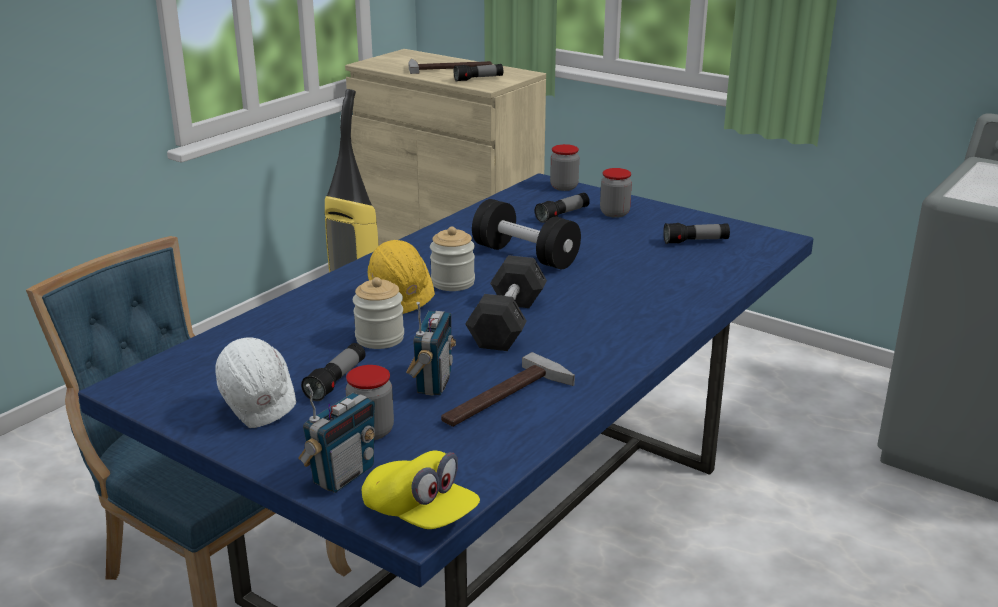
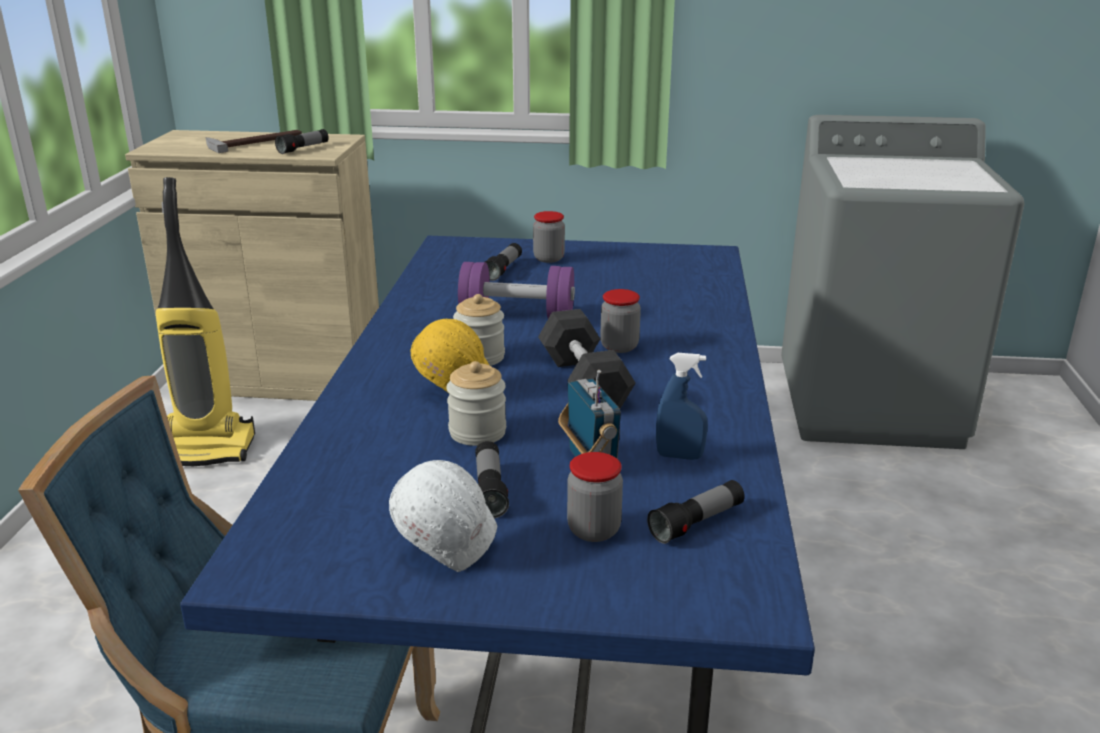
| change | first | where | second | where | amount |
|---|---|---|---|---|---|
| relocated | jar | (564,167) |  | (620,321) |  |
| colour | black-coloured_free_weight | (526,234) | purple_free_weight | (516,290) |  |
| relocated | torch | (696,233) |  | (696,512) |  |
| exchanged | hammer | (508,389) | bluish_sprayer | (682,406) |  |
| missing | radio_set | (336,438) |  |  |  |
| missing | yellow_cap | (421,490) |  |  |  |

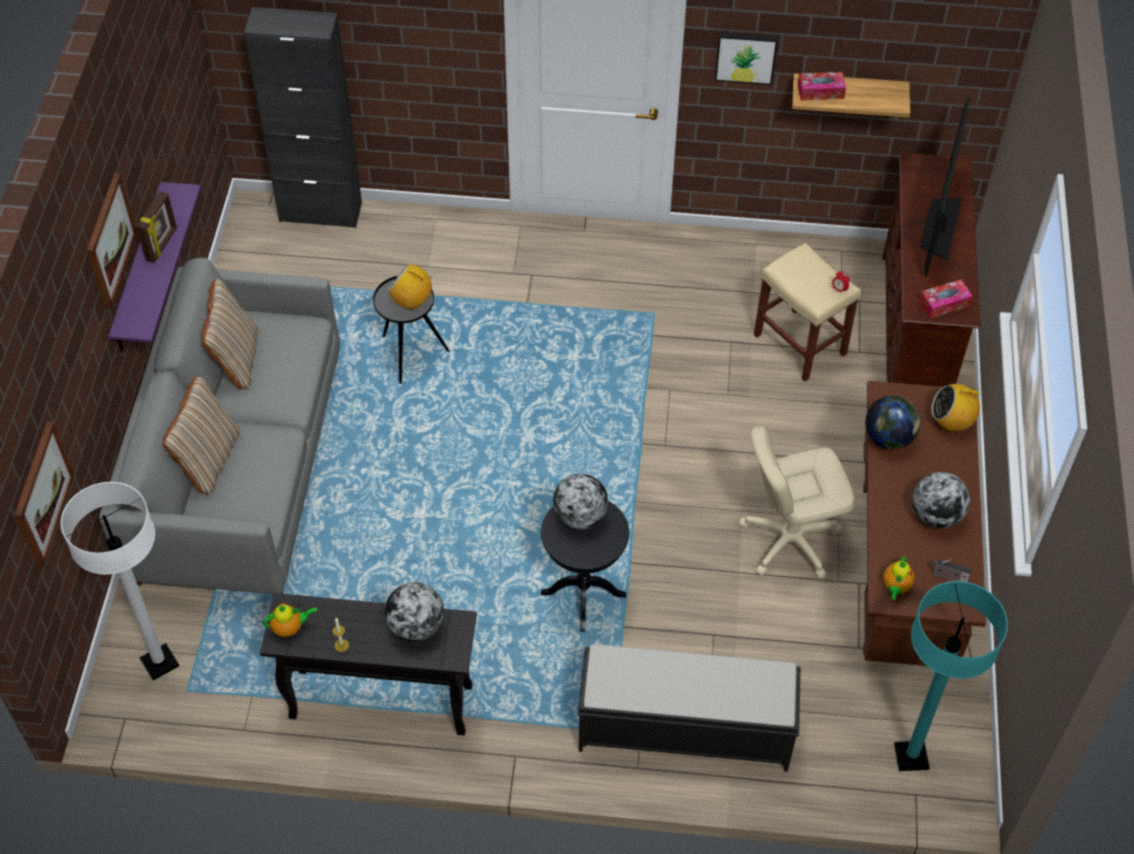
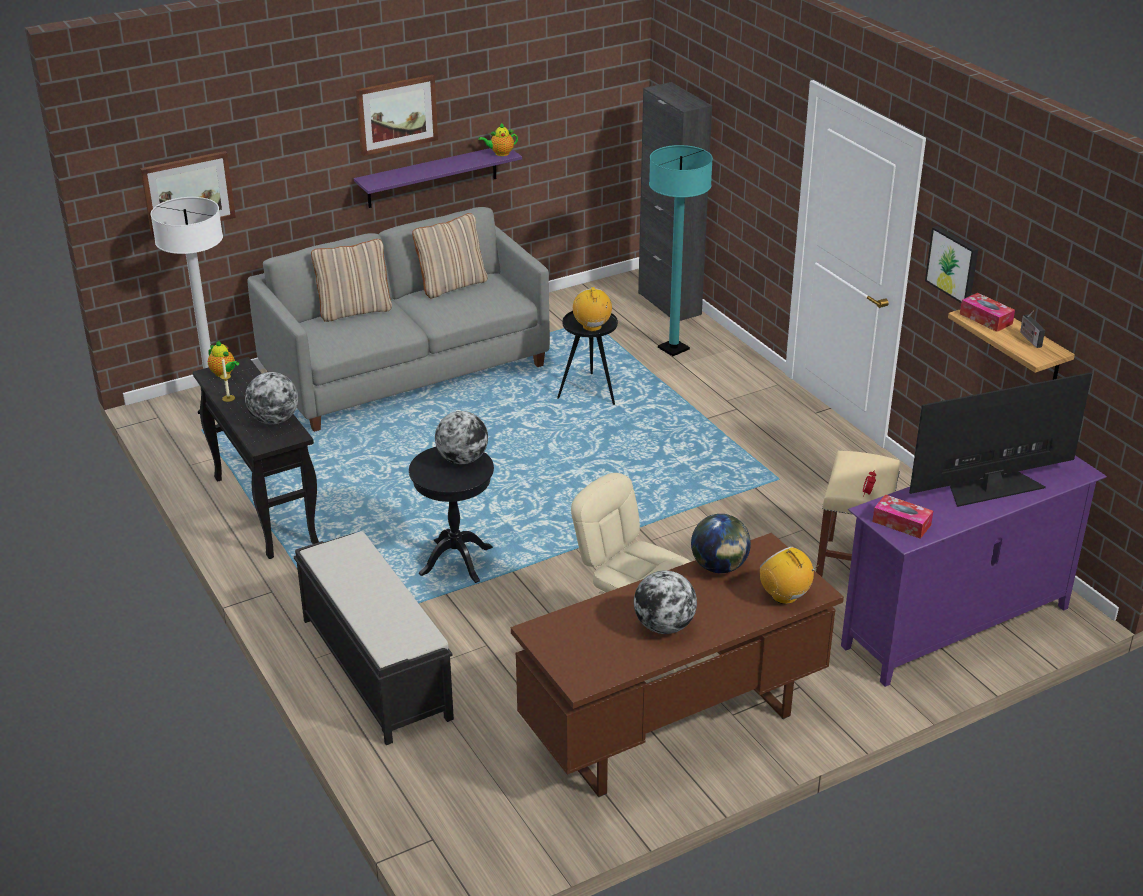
| change | first | where | second | where | amount |
|---|---|---|---|---|---|
| colour | brown-coloured_tv_unit | (931,269) | purple_tv_unit | (974,571) |  |
| missing | picture_frame | (156,227) |  |  |  |
| relocated | tea_pot | (899,578) |  | (498,139) |  |
| relocated | radio_set | (952,570) |  | (1032,329) |  |
| relocated | blue-green_standard_lamp | (951,676) |  | (681,250) |  |

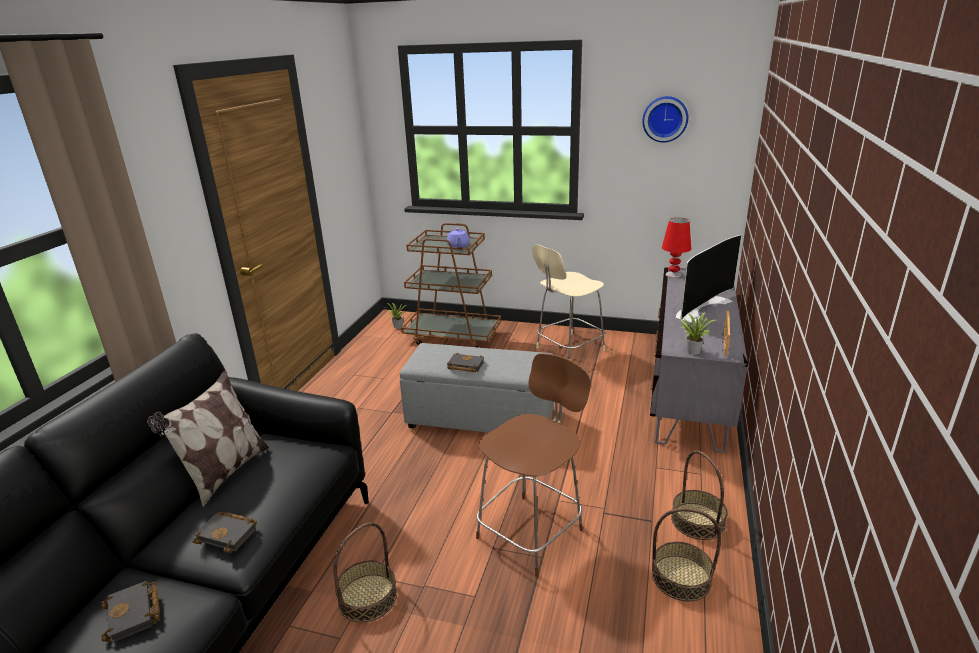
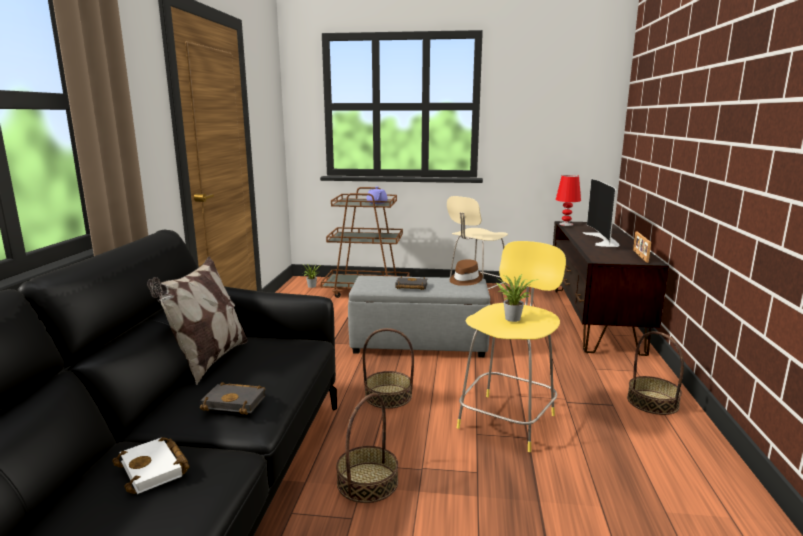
| change | first | where | second | where | amount |
|---|---|---|---|---|---|
| missing | hanging_clock | (665,119) |  |  |  |
| spun | TV_set | (709,279) |  | (601,213) | 150 degrees clockwise |
| colour | grey_tv_unit | (699,360) | brown-coloured_tv_unit | (611,288) |  |
| relocated | potted_plant | (698,333) |  | (516,298) |  |
| colour | brown-coloured_stool | (533,465) | yellow_stool | (511,346) |  |
| relocated | household_basket | (686,554) |  | (388,368) |  |
| colour | black-coloured_book | (130,612) | white_book | (151,465) |  |
| appeared |  |  | brown-coloured_clothing_hat | (466,272) |  |

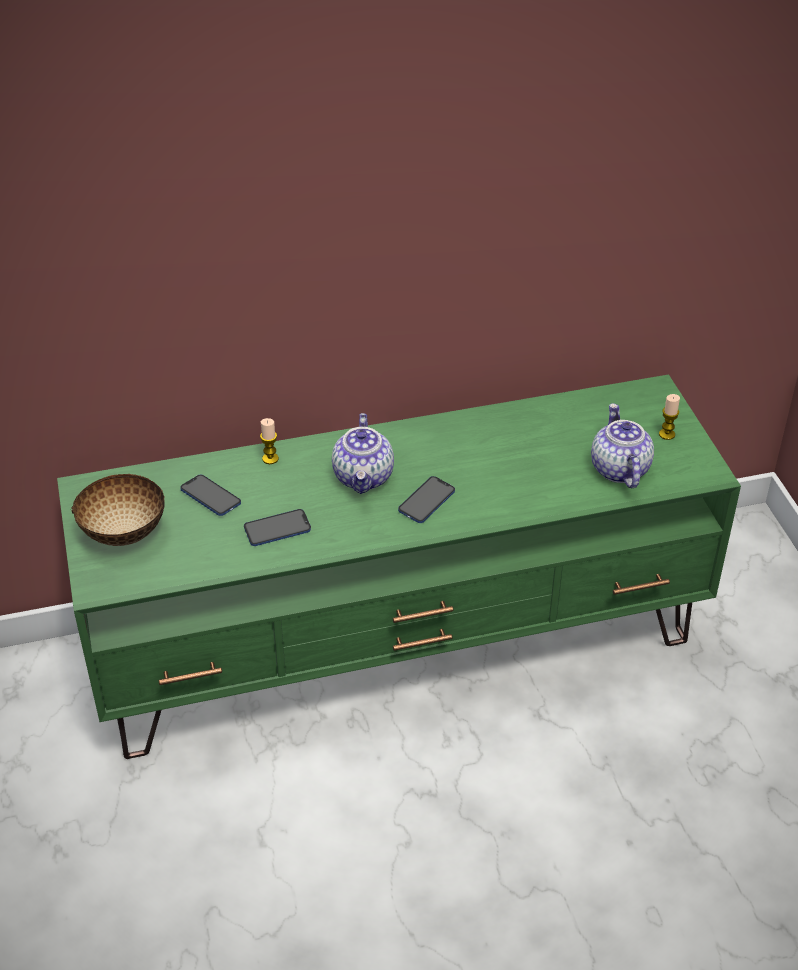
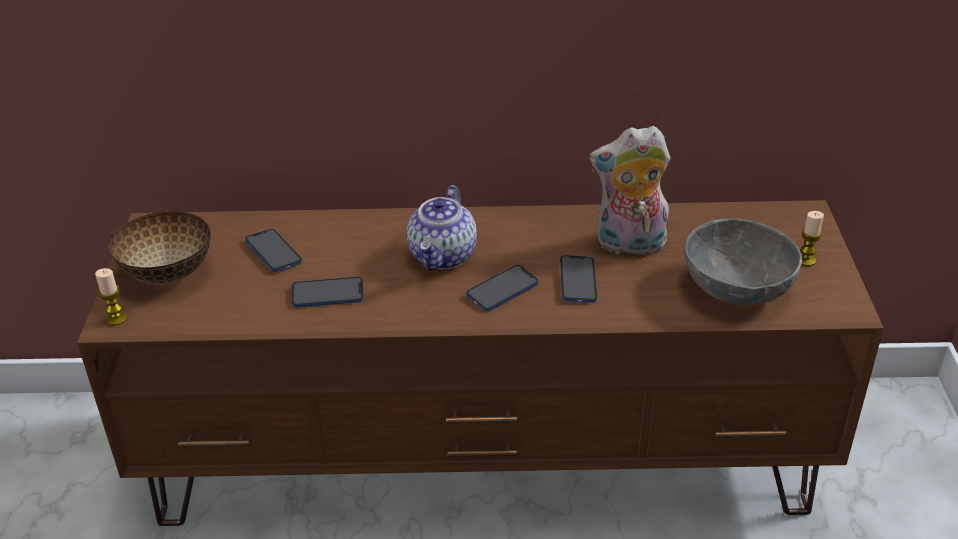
| change | first | where | second | where | amount |
|---|---|---|---|---|---|
| colour | greenish_tv_unit | (399,566) | brown-coloured_tv_unit | (480,363) |  |
| exchanged | tea_pot | (622,446) | grey_bowl | (743,262) |  |
| relocated | candle | (269,441) |  | (111,296) |  |
| appeared |  |  | plush_toy | (630,190) |  |
| appeared |  |  | phone | (578,279) |  |

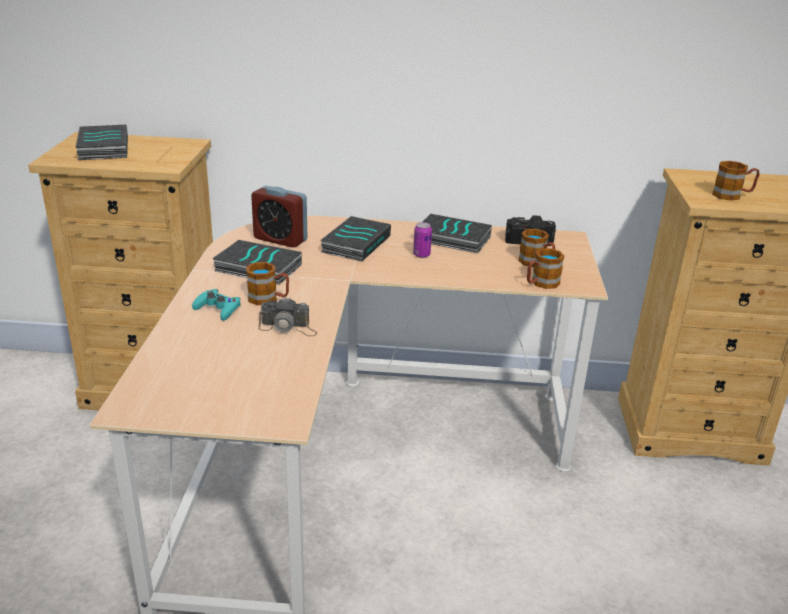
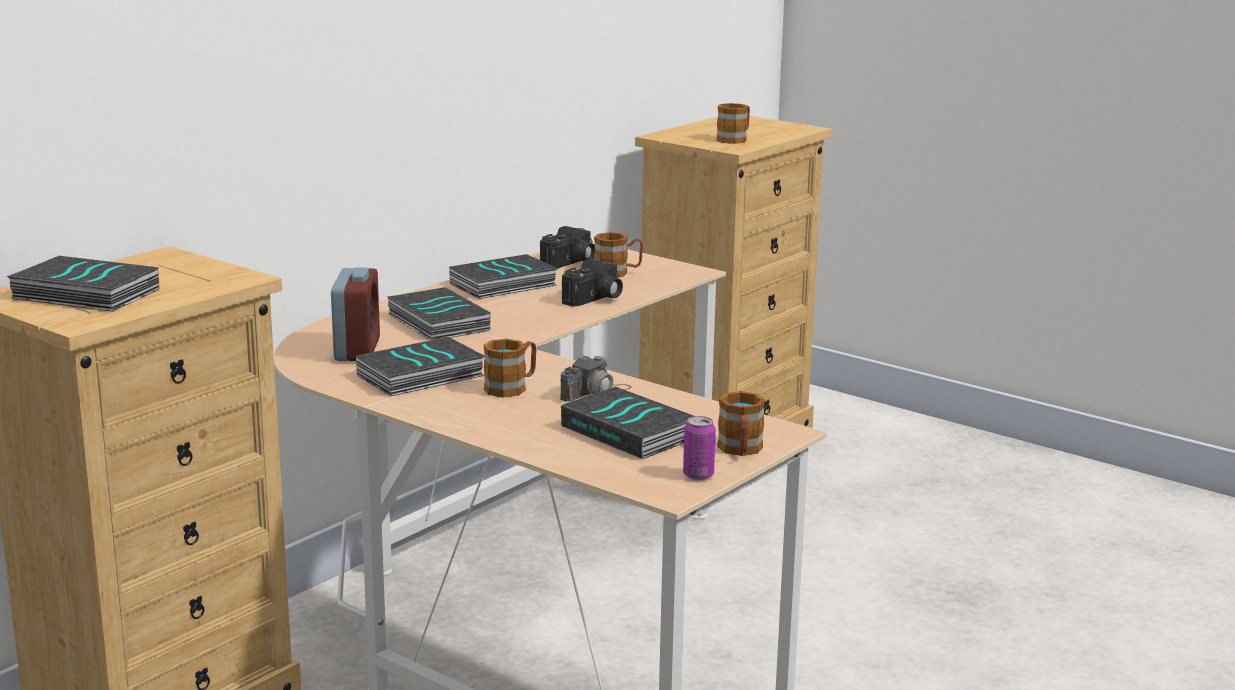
| change | first | where | second | where | amount |
|---|---|---|---|---|---|
| spun | bedside_clock | (279,217) |  | (355,314) | 60 degrees counterclockwise |
| relocated | metal_can | (422,240) |  | (699,448) |  |
| relocated | mug | (545,268) |  | (741,423) |  |
| missing | blue-green_joypad | (216,305) |  |  |  |
| appeared |  |  | still_camera | (592,283) |  |
| appeared |  |  | book | (627,423) |  |

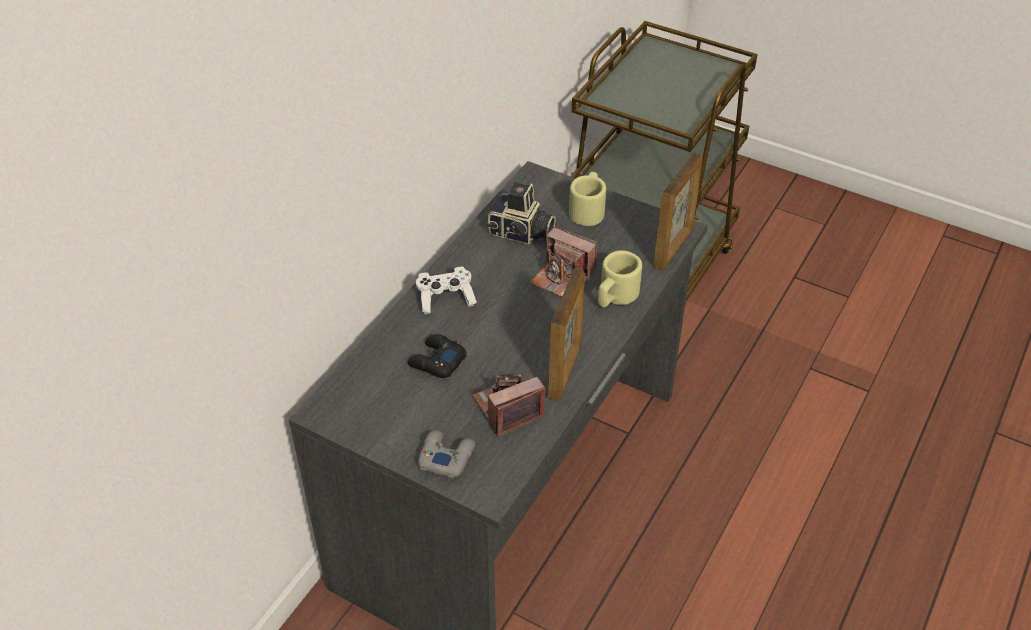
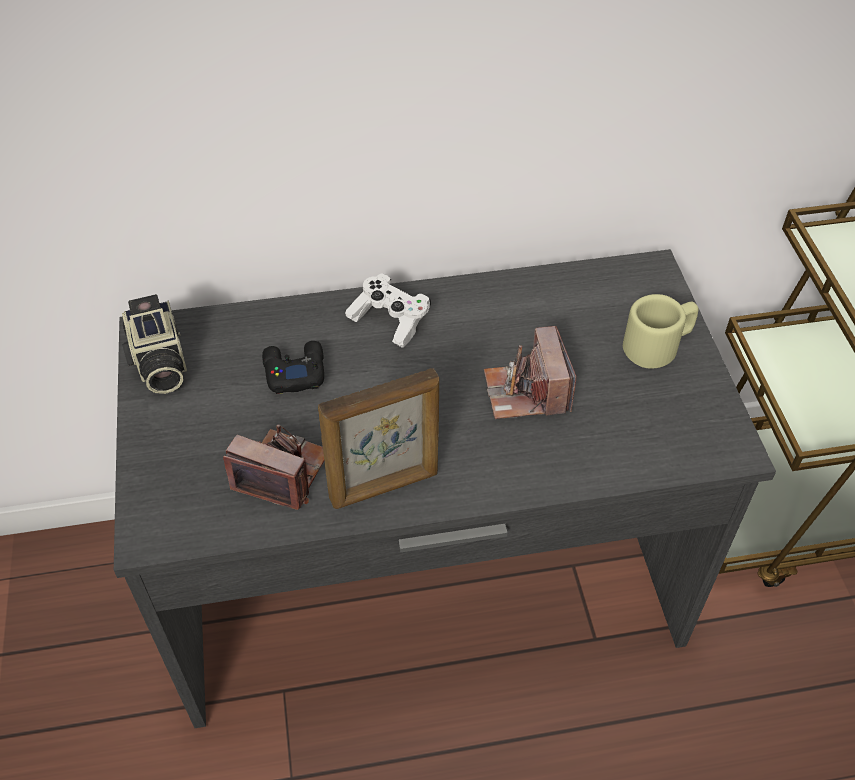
| change | first | where | second | where | amount |
|---|---|---|---|---|---|
| missing | picture_frame | (678,211) |  |  |  |
| relocated | still_camera | (521,213) |  | (154,344) |  |
| missing | beige-coloured_mug | (620,278) |  |  |  |
| missing | grey_joypad | (447,454) |  |  |  |

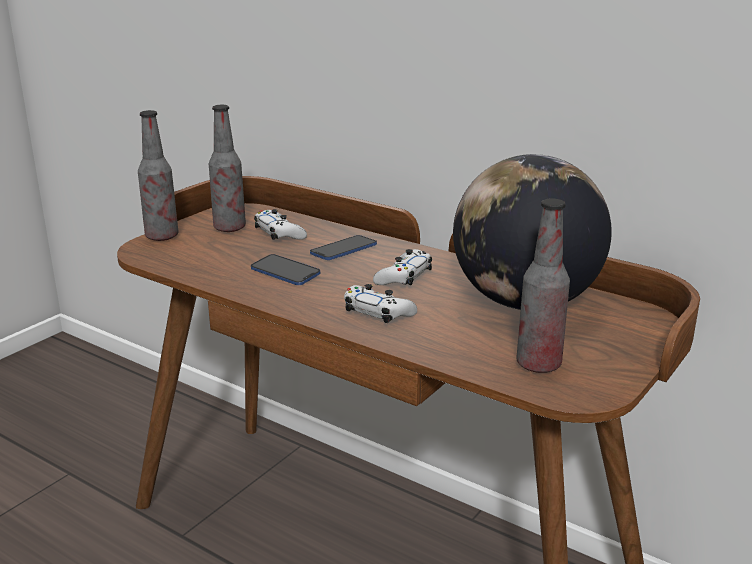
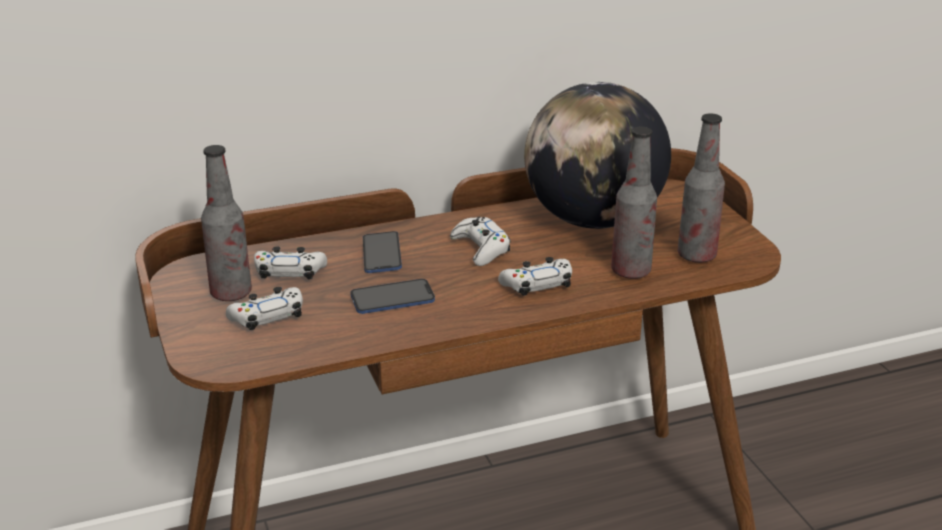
| change | first | where | second | where | amount |
|---|---|---|---|---|---|
| relocated | drink_bottle | (158,175) |  | (634,203) |  |
| appeared |  |  | white_joypad | (264,308) |  |

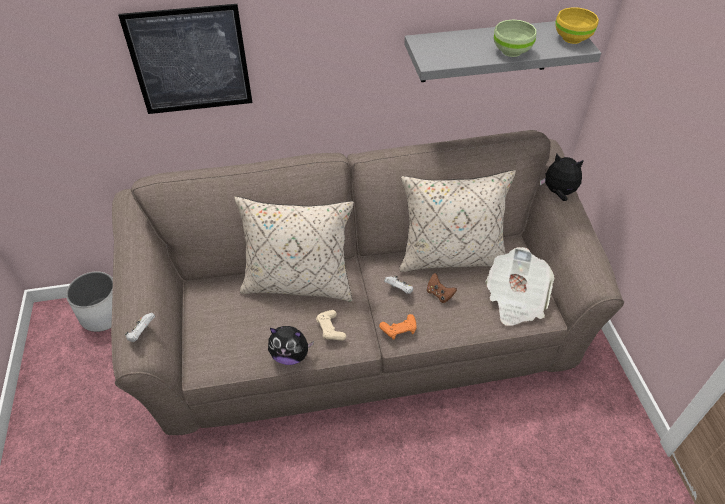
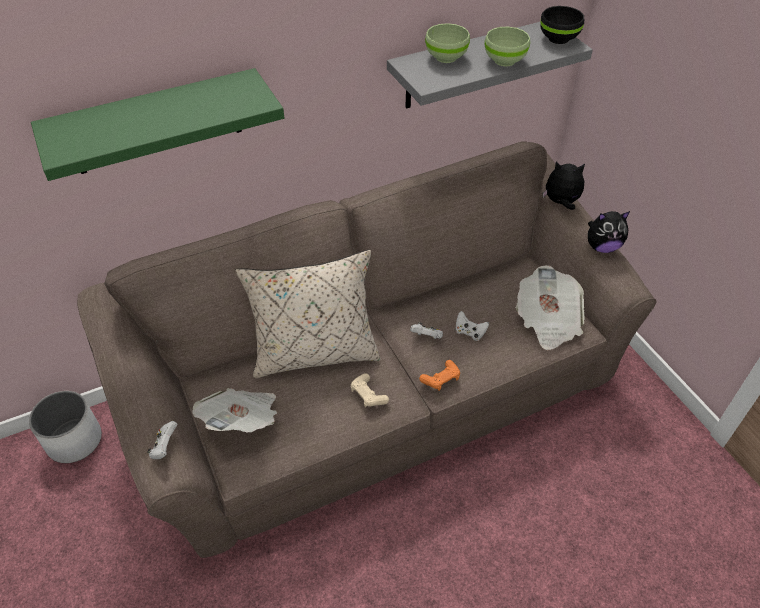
| change | first | where | second | where | amount |
|---|---|---|---|---|---|
| exchanged | picture | (185,59) | greenish_wall_shelf | (157,124) |  |
| colour | yellow_bowl | (577,25) | black-coloured_bowl | (562,25) |  |
| missing | beige-coloured_throw_pillow | (457,221) |  |  |  |
| colour | brown-coloured_joypad | (442,288) | white_joypad | (472,326) |  |
| relocated | plush_toy | (291,345) |  | (609,232) |  |
| appeared |  |  | greenish_bowl | (447,43) |  |
| appeared |  |  | newspaper | (235,410) |  |

